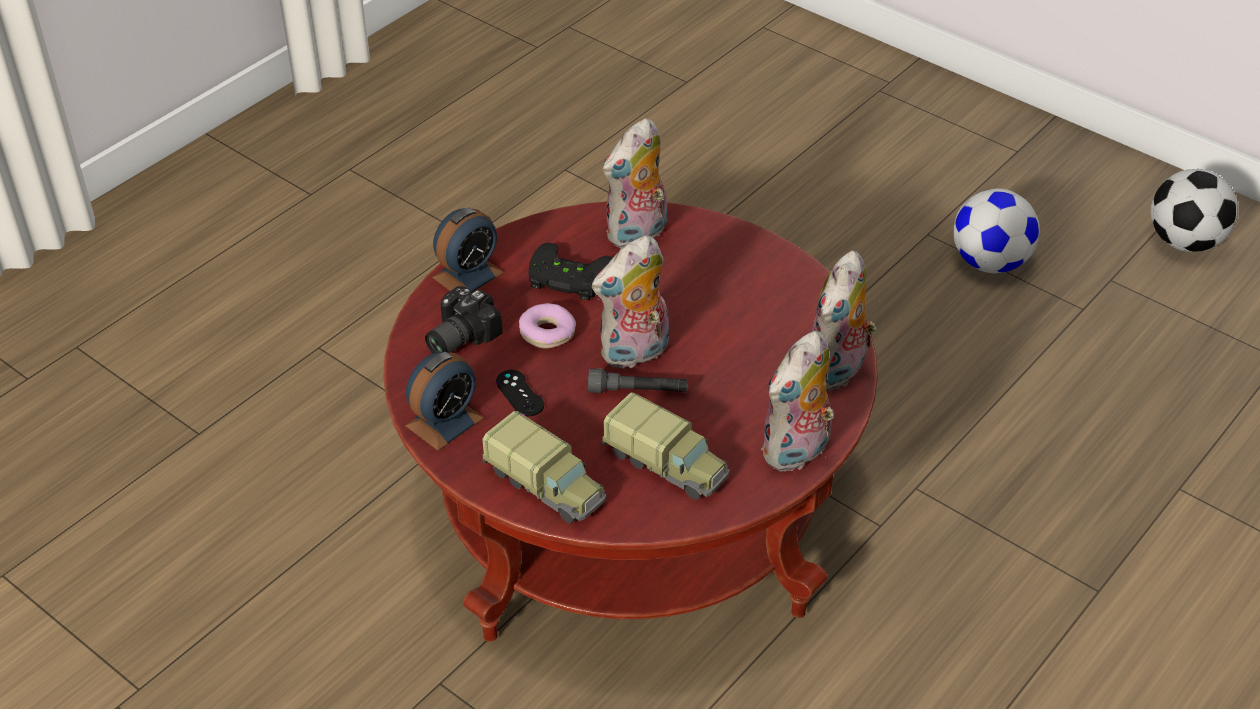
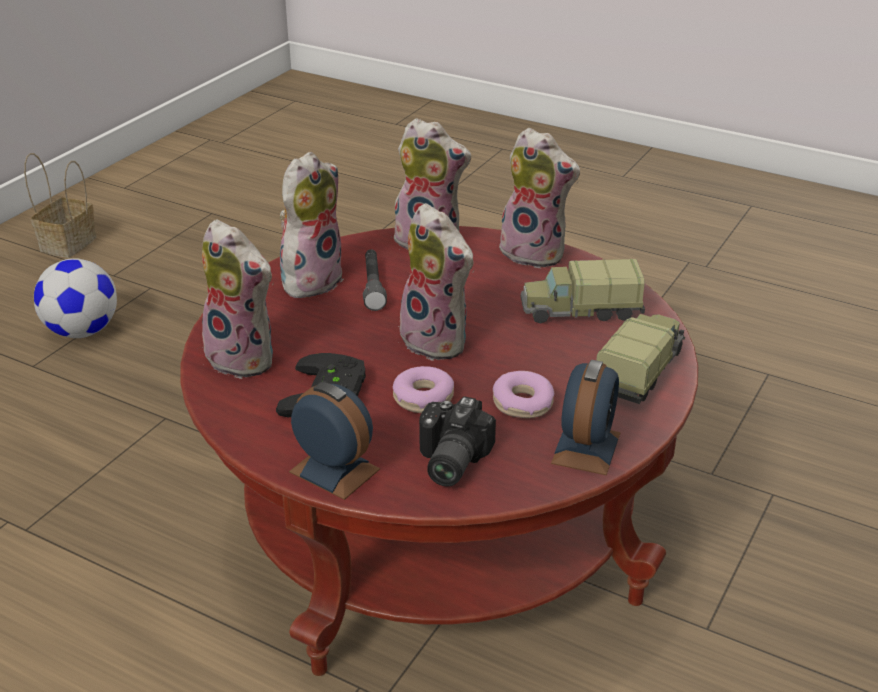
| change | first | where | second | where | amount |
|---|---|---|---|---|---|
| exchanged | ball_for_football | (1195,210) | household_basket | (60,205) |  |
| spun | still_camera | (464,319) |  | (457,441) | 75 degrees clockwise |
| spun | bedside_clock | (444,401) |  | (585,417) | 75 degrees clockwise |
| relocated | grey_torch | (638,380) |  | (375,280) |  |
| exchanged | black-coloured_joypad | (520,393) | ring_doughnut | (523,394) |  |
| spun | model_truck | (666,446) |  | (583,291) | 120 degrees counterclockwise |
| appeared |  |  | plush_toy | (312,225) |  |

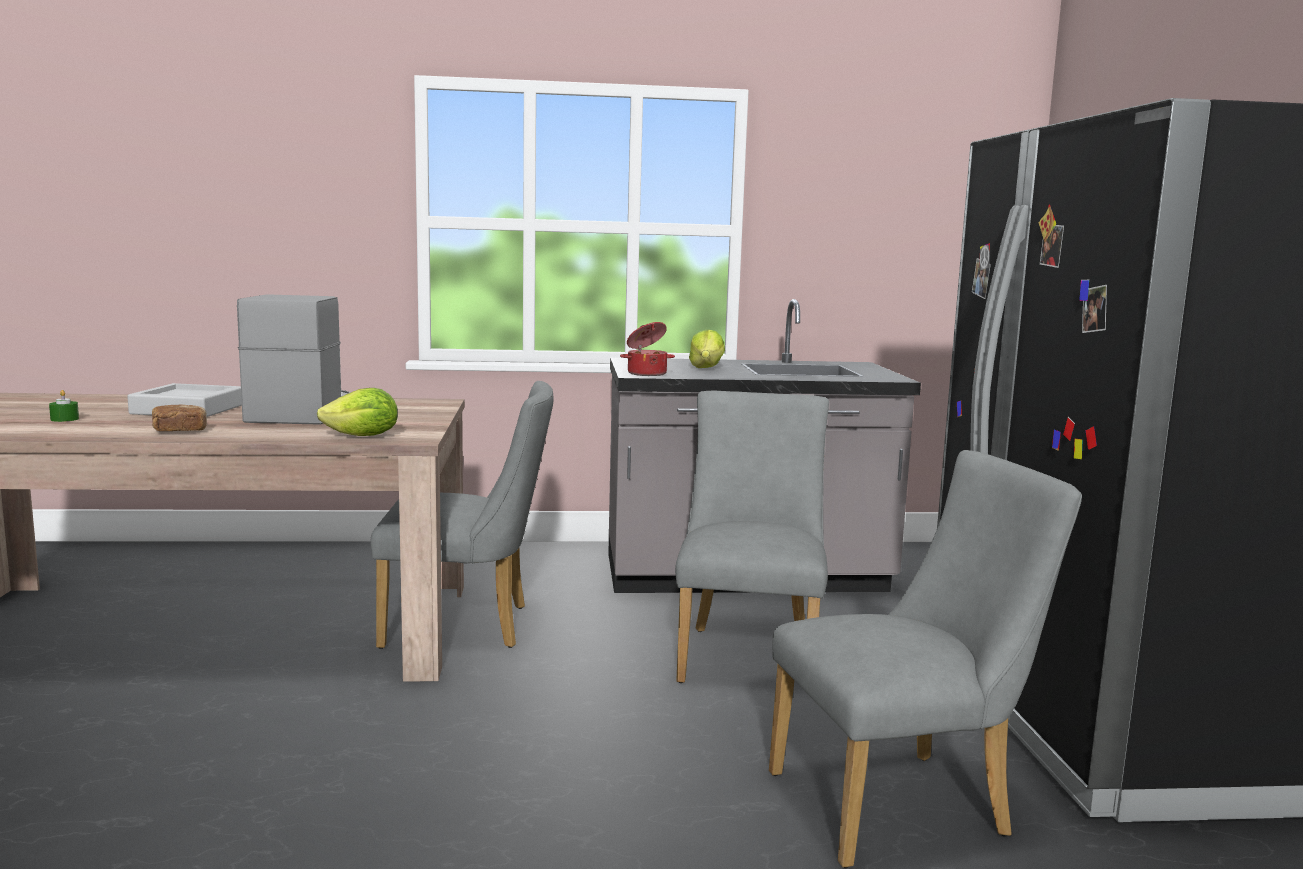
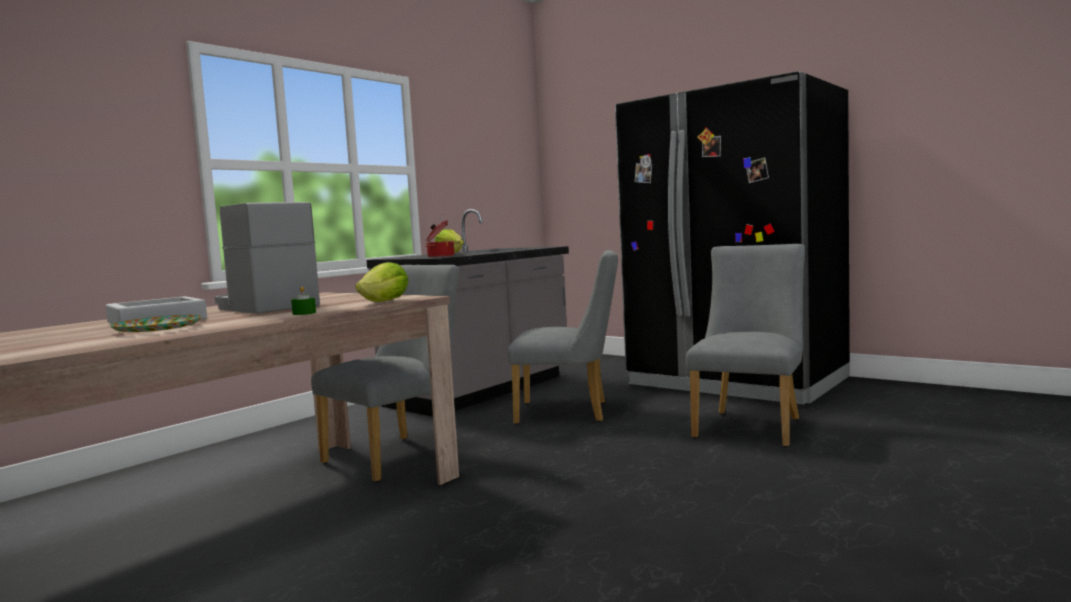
| change | first | where | second | where | amount |
|---|---|---|---|---|---|
| relocated | greenish_candle | (64,406) |  | (303,301) |  |
| spun | grey_chair | (752,537) |  | (563,337) | 135 degrees clockwise |
| missing | bread | (179,417) |  |  |  |
| appeared |  |  | plate | (155,323) |  |

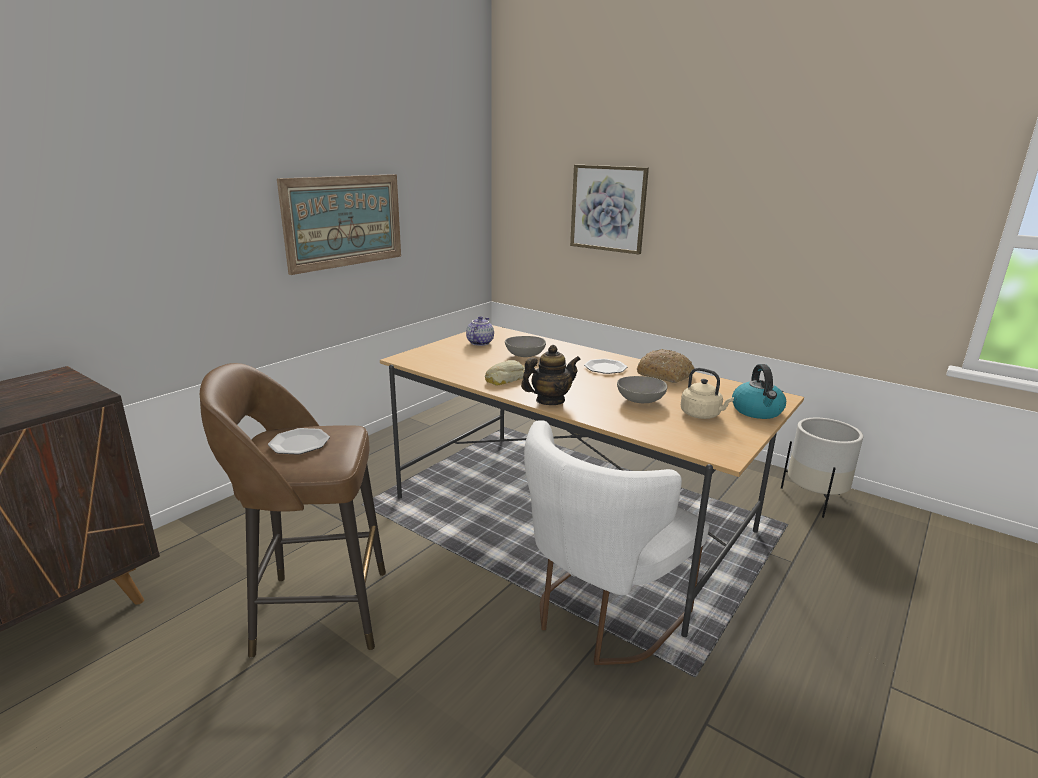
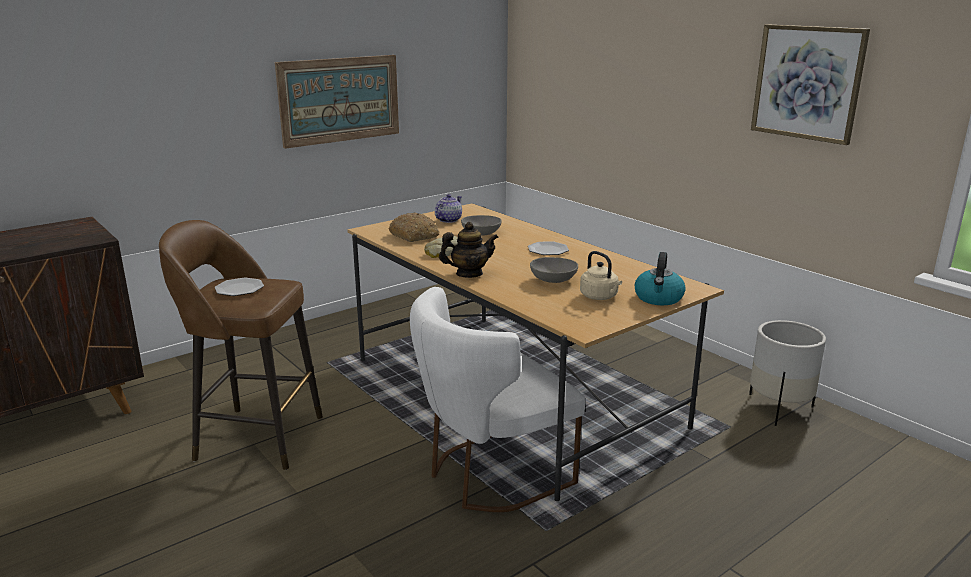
| change | first | where | second | where | amount |
|---|---|---|---|---|---|
| relocated | picture | (609,209) |  | (810,84) |  |
| relocated | bread | (665,366) |  | (414,227) |  |

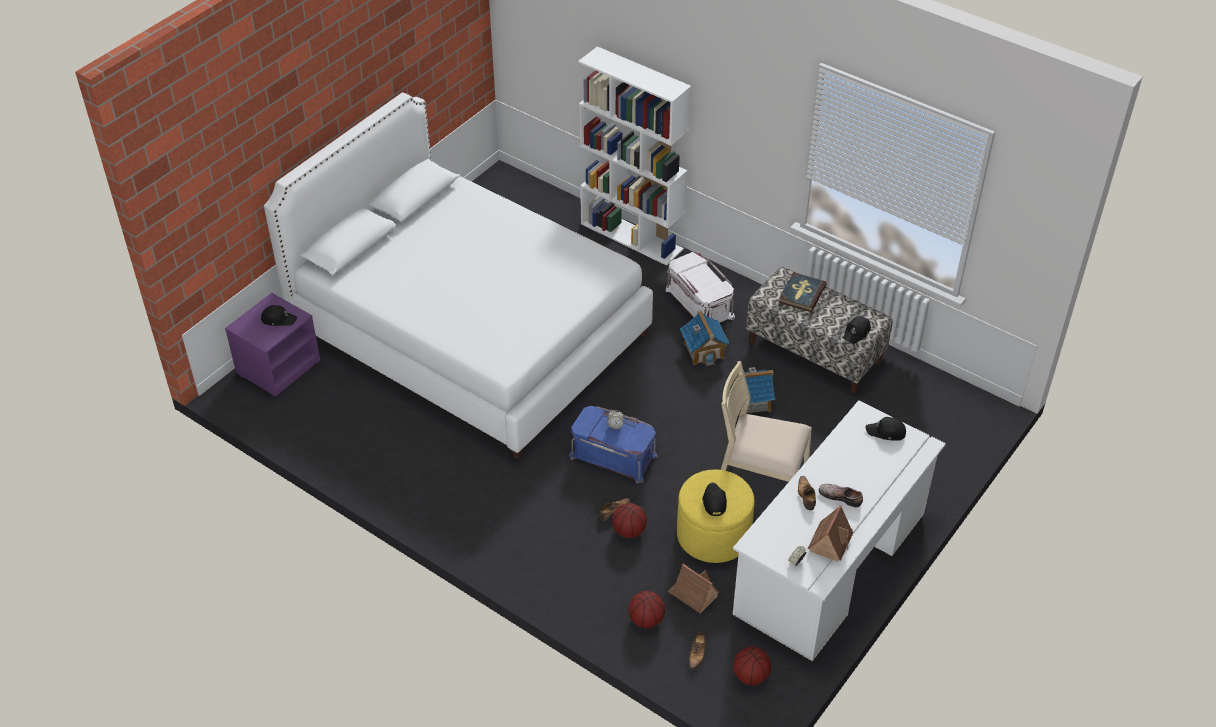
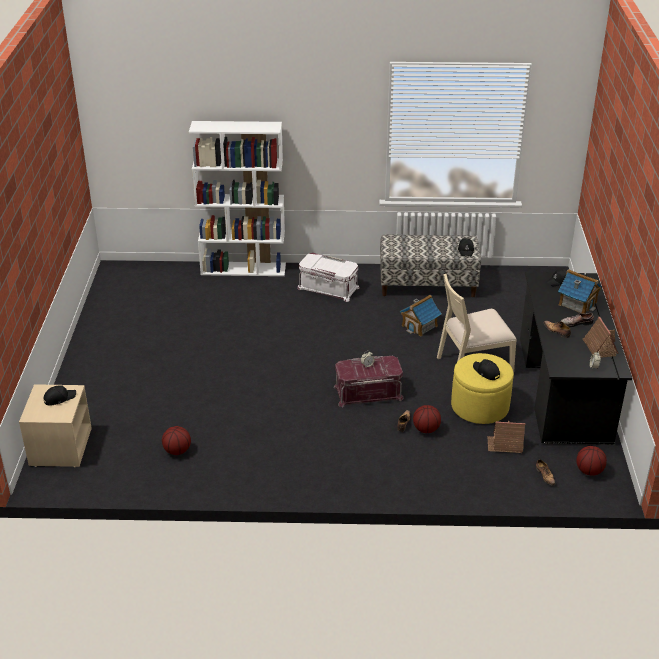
| change | first | where | second | where | amount |
|---|---|---|---|---|---|
| missing | white_bed | (458,276) |  |  |  |
| missing | book | (802,292) |  |  |  |
| colour | purple_bedside_table | (272,345) | beige-coloured_bedside_table | (55,426) |  |
| relocated | miniature_house | (705,338) |  | (580,291) |  |
| colour | white_desk_table | (839,530) | black-coloured_desk_table | (576,358) |  |
| colour | bluish_storage_container | (613,445) | red_storage_container | (368,381) |  |
| relocated | basketball_ball | (646,609) |  | (176,440) |  |

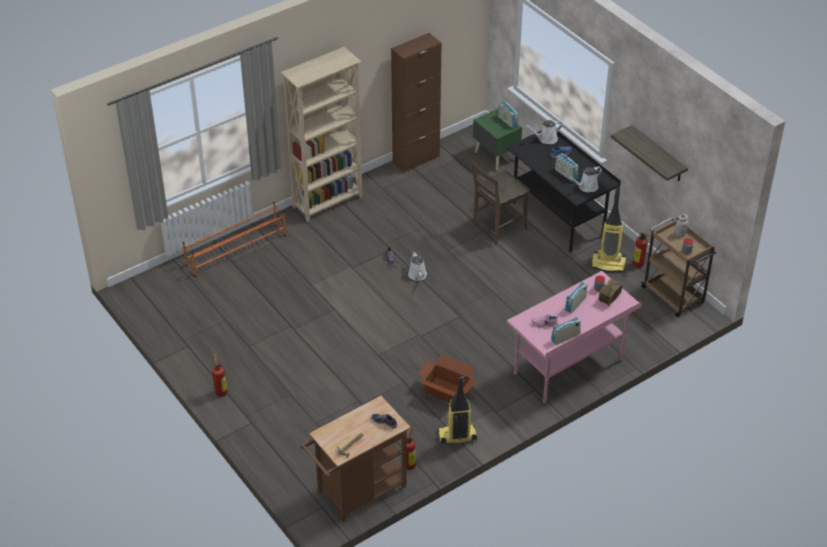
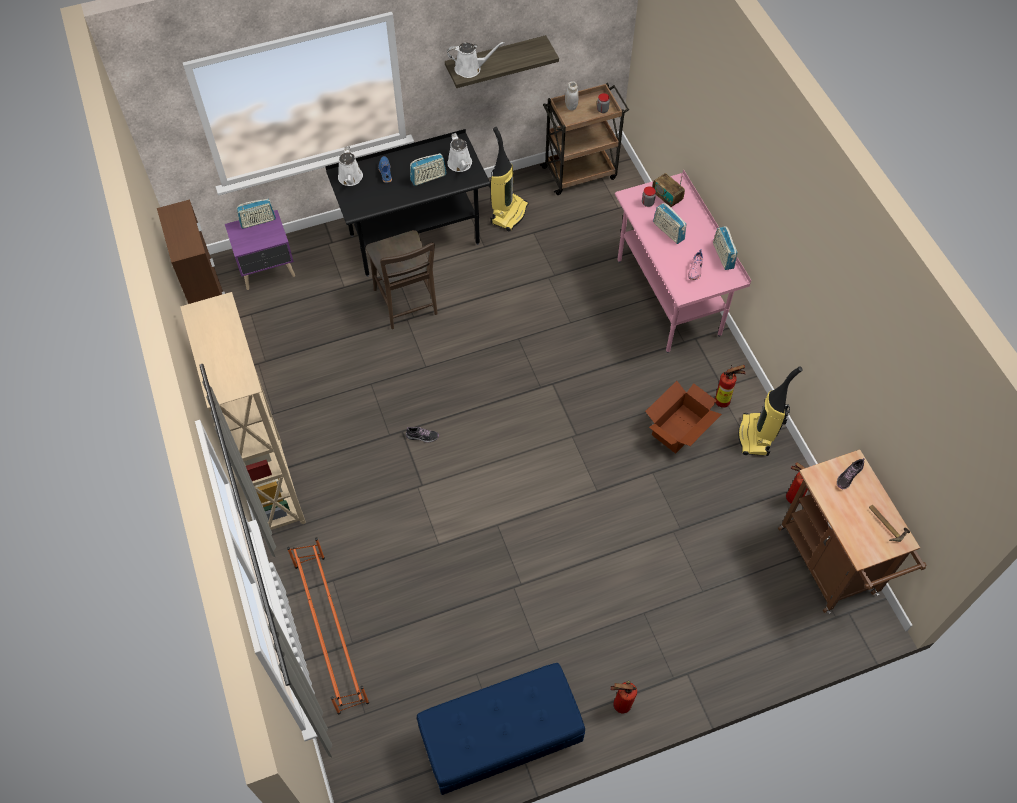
| change | first | where | second | where | amount |
|---|---|---|---|---|---|
| colour | greenish_bedside_table | (497,139) | purple_bedside_table | (260,250) |  |
| relocated | extinguisher | (641,250) |  | (730,386) |  |
| relocated | white_watering_can | (417,266) |  | (476,60) |  |
| appeared |  |  | bluish_long_seat | (501,729) |  |

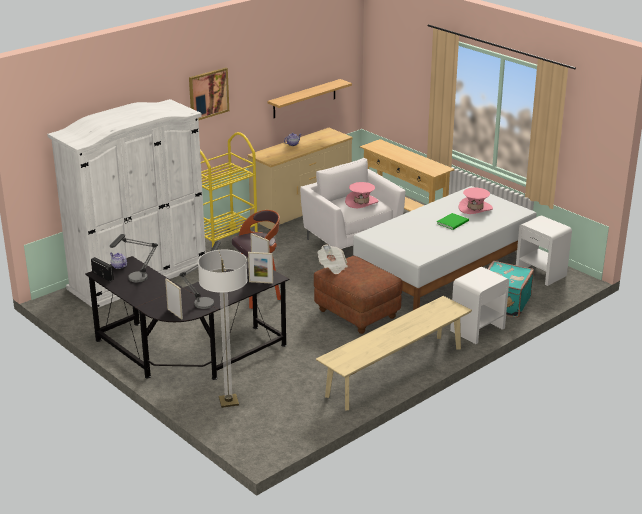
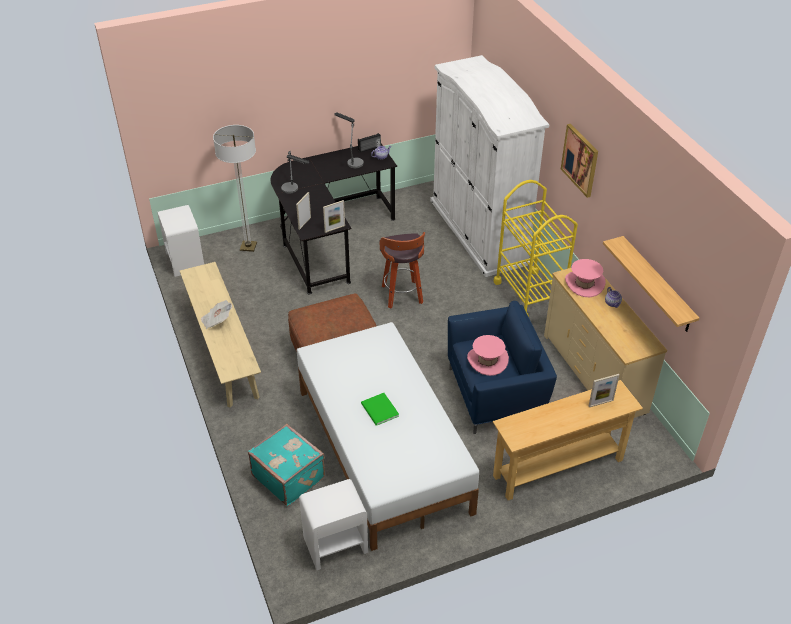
| change | first | where | second | where | amount |
|---|---|---|---|---|---|
| colour | white_easy_chair | (352,203) | bluish_easy_chair | (502,367) |  |
| relocated | pinkish_clothing_hat | (475,201) |  | (585,278) |  |
| relocated | newspaper | (332,259) |  | (216,314) |  |
| relocated | white_bedside_table | (479,305) |  | (180,241) |  |
| relocated | picture_frame | (174,299) |  | (604,390) |  |

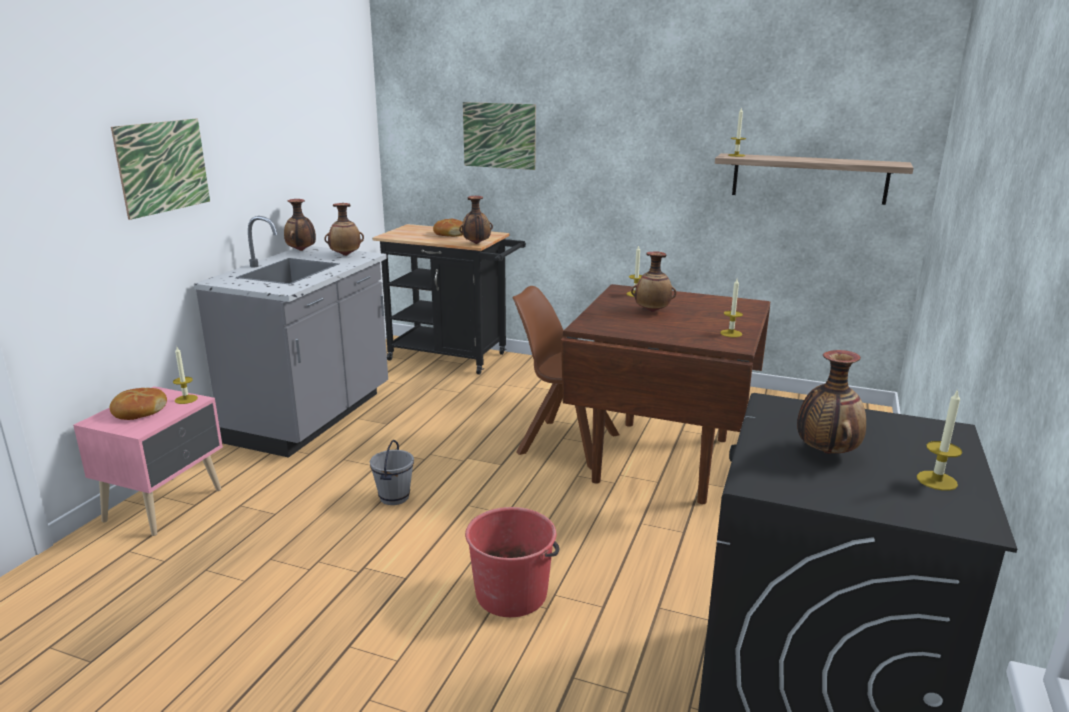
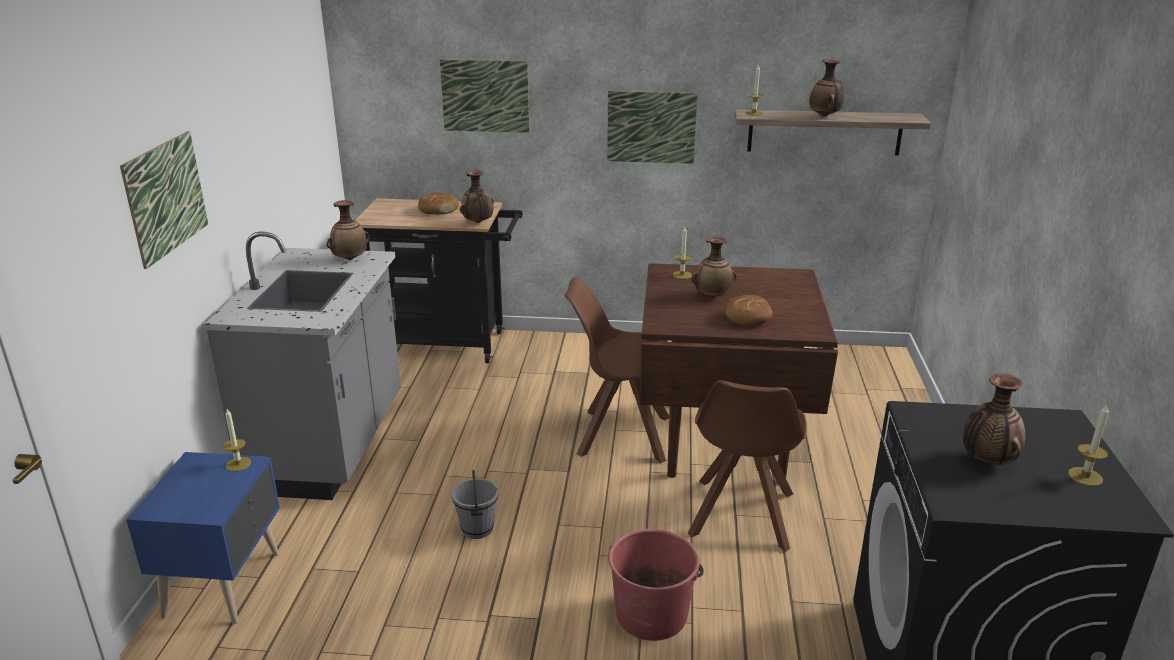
| change | first | where | second | where | amount |
|---|---|---|---|---|---|
| relocated | vase | (300,225) |  | (826,88) |  |
| missing | candle | (731,308) |  |  |  |
| colour | pinkish_bedside_table | (148,461) | bluish_bedside_table | (203,538) |  |
| relocated | bread | (138,404) |  | (748,311) |  |
| appeared |  |  | picture | (652,127) |  |
| appeared |  |  | brown-coloured_chair | (747,466) |  |

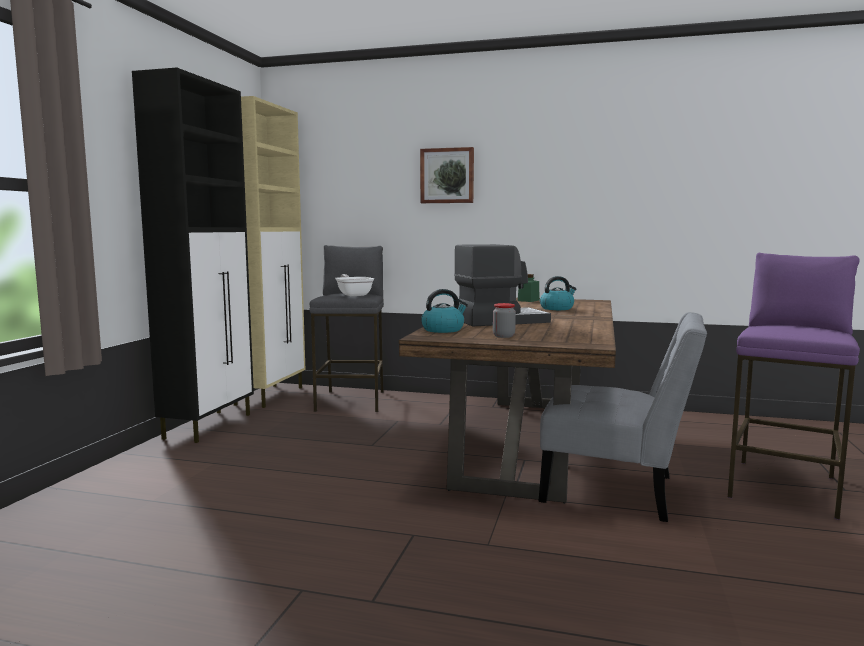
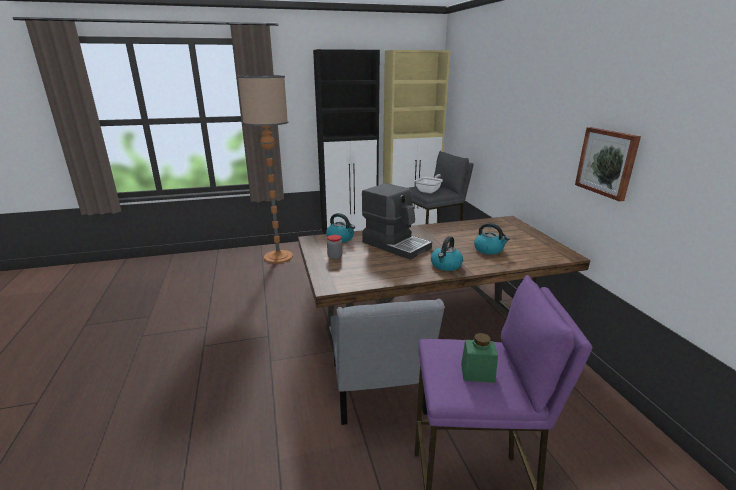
| change | first | where | second | where | amount |
|---|---|---|---|---|---|
| relocated | picture | (447,175) |  | (608,164) |  |
| relocated | greenish_jar | (529,288) |  | (479,358) |  |
| appeared |  |  | standard_lamp | (265,169) |  |
| appeared |  |  | water_kettle | (447,253) |  |

